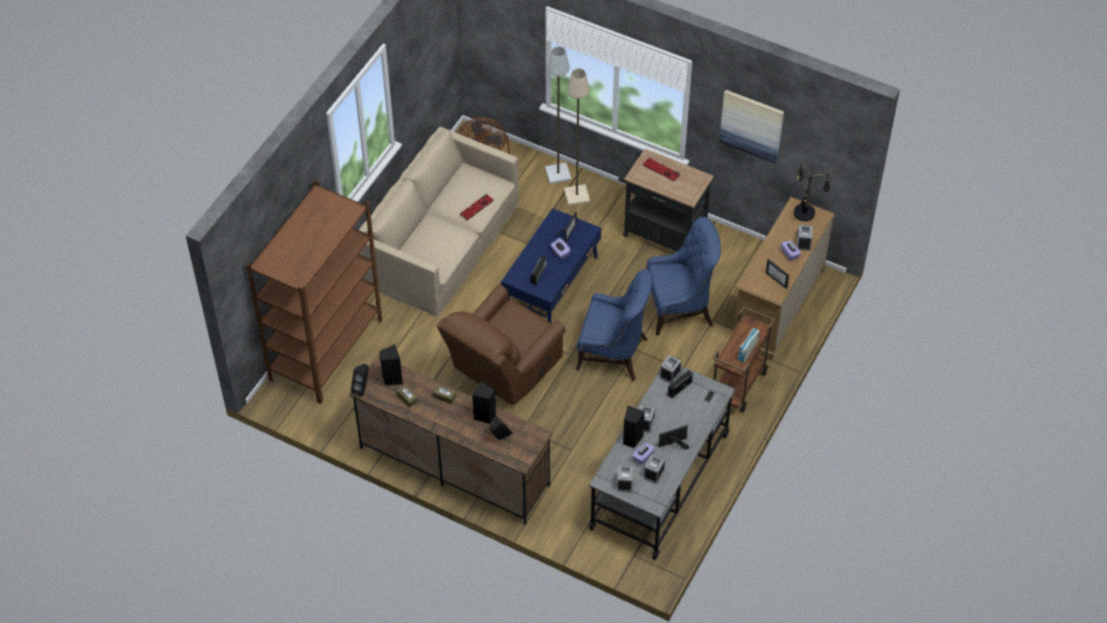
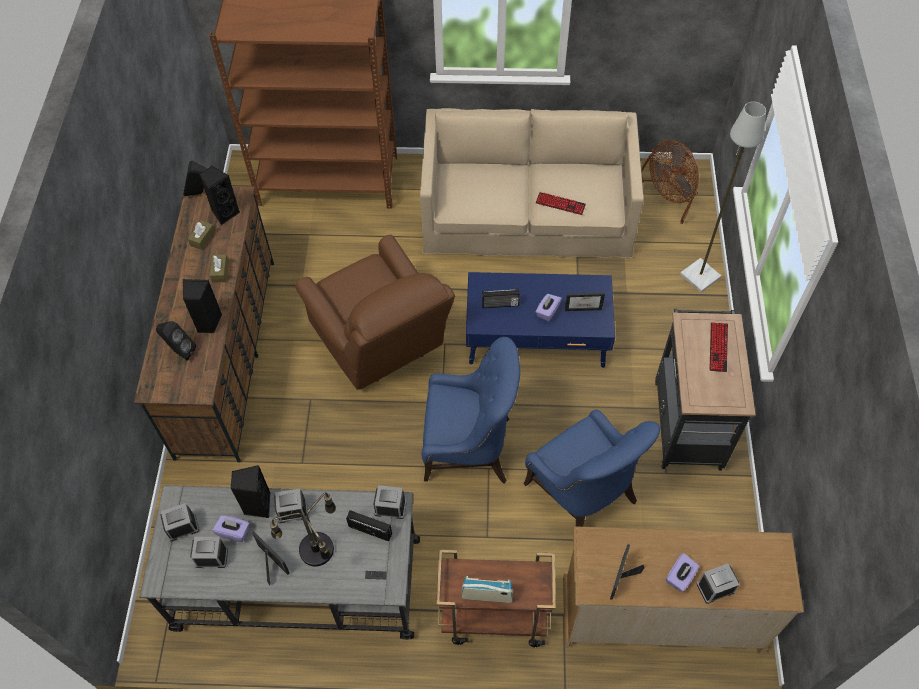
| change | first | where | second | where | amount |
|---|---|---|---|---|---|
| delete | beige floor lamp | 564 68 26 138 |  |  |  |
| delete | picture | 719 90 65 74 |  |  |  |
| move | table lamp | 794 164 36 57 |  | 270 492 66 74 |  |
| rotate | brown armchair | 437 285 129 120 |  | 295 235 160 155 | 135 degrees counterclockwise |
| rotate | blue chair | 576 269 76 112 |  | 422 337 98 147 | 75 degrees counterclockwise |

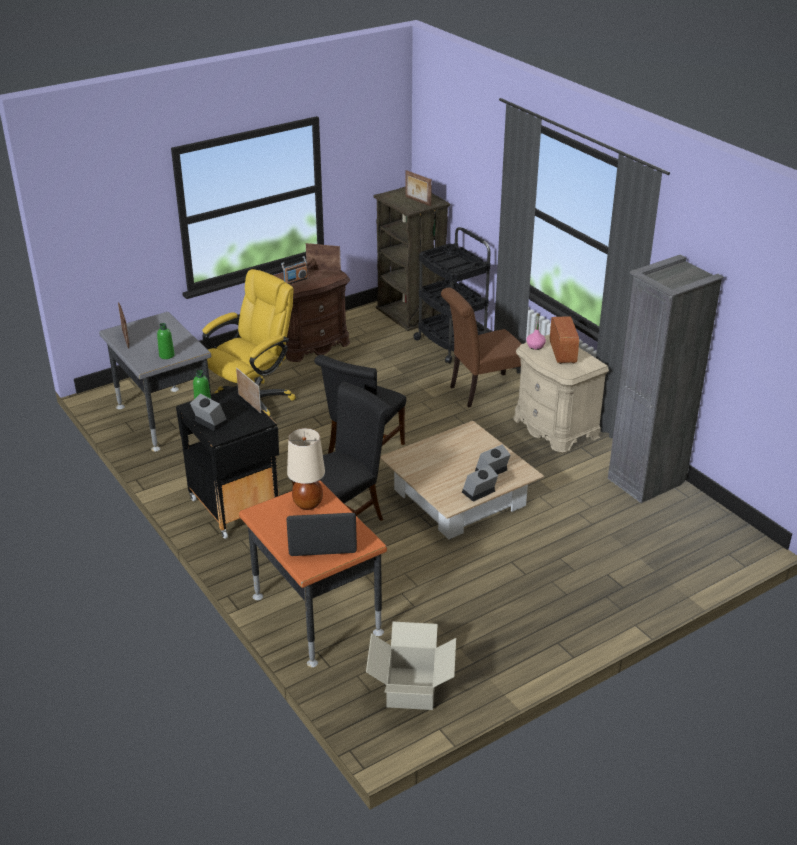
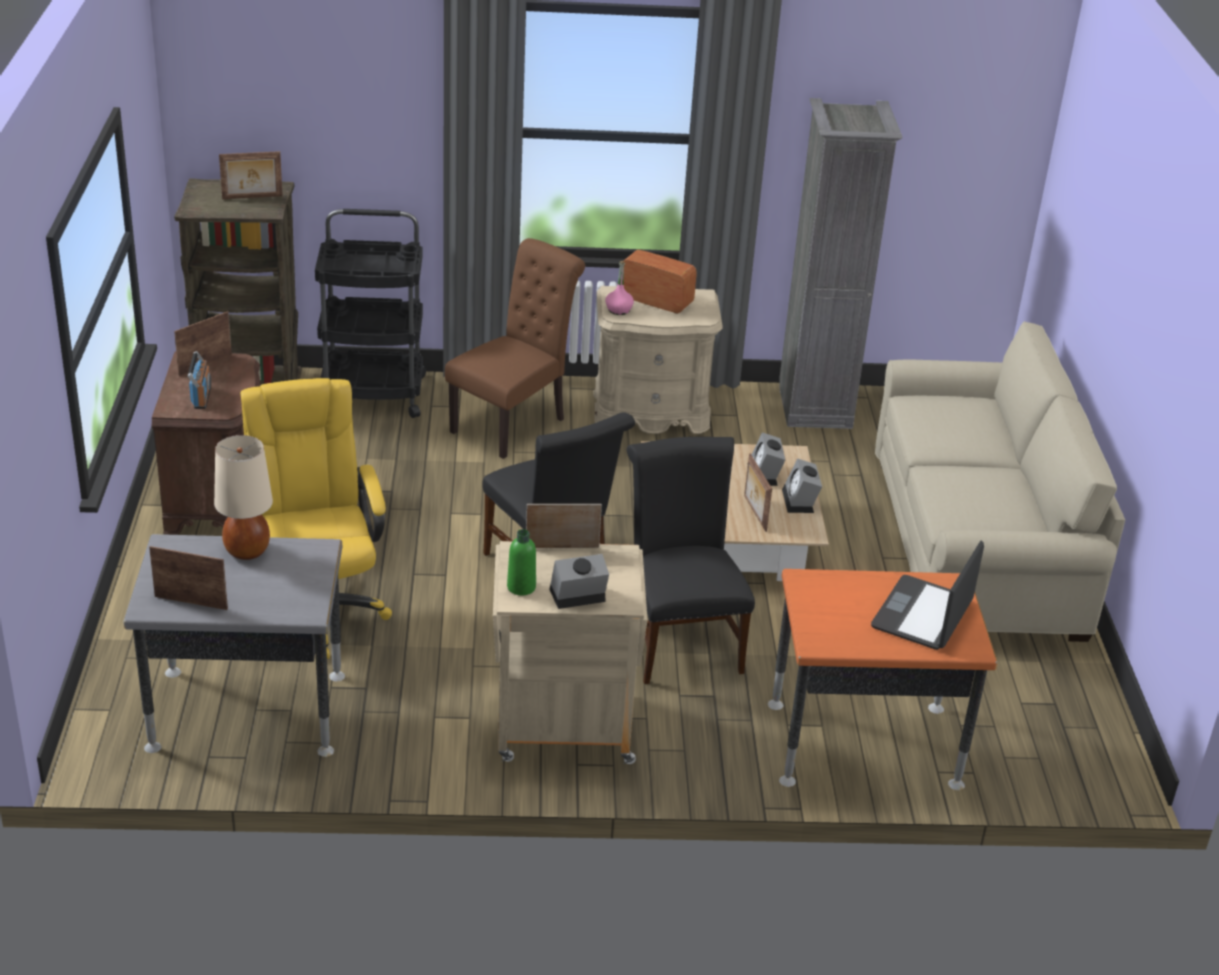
| change | first | where | second | where | amount |
|---|---|---|---|---|---|
| delete | green bottle | 157 323 18 36 |  |  |  |
| delete | cardboard box | 366 622 90 88 |  |  |  |
| insert |  |  | picture frame | 744 454 28 78 |  |
| insert |  |  | beige sofa | 875 321 250 321 |  |
| move | beige table lamp | 287 428 38 82 |  | 214 435 59 125 |  |
| recolor | black cart | 176 386 103 153 | beige cart | 493 541 154 223 |  |
| rotate | brown chair | 441 287 80 121 |  | 445 238 140 221 | 150 degrees counterclockwise |

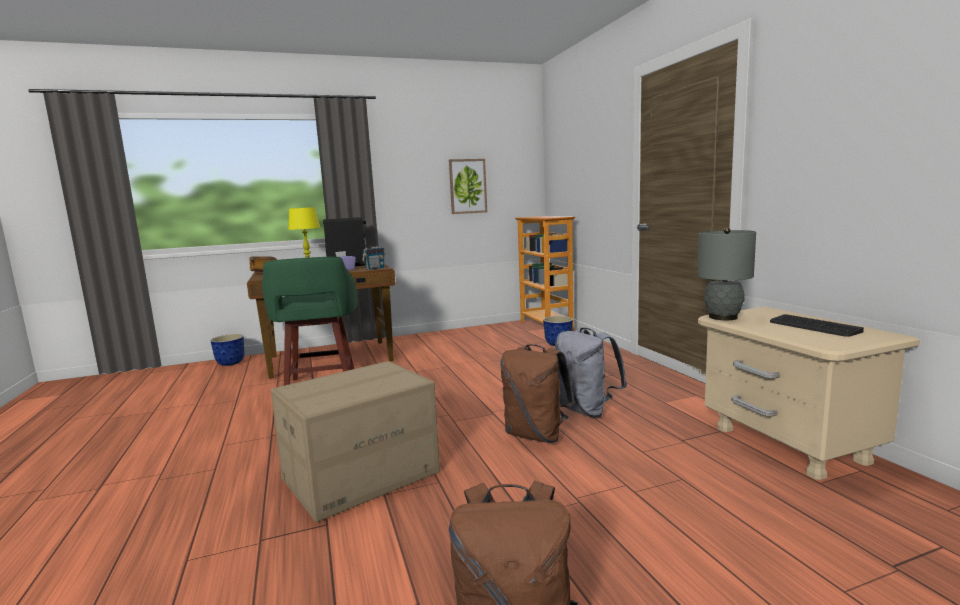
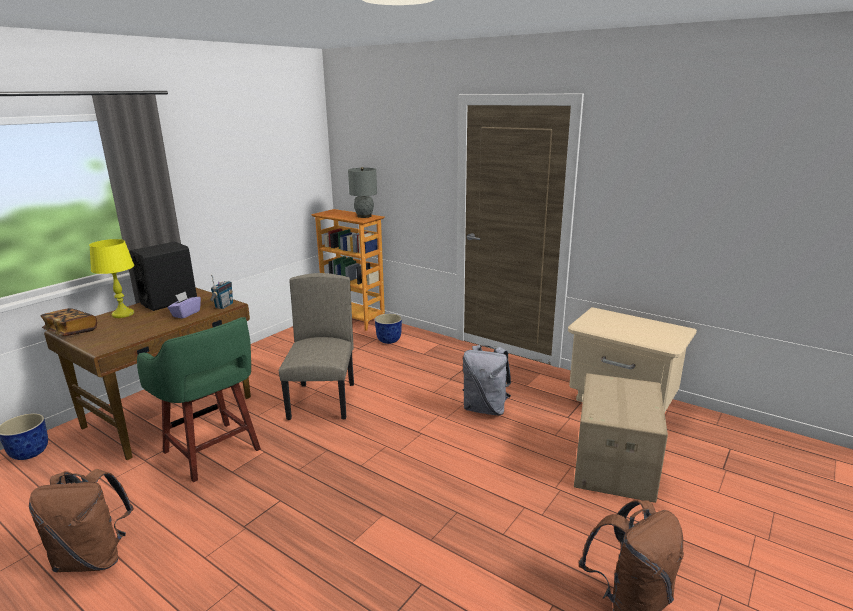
| change | first | where | second | where | amount |
|---|---|---|---|---|---|
| delete | picture | 449 159 38 55 |  |  |  |
| delete | keyboard | 770 314 94 23 |  |  |  |
| insert |  |  | beige chair | 279 273 75 147 |  |
| move | cardboard box | 271 361 169 161 |  | 574 373 94 130 |  |
| move | brown backpack | 500 344 75 99 |  | 29 469 105 104 |  |
| move | grey table lamp | 697 228 59 92 |  | 348 167 29 51 |  |

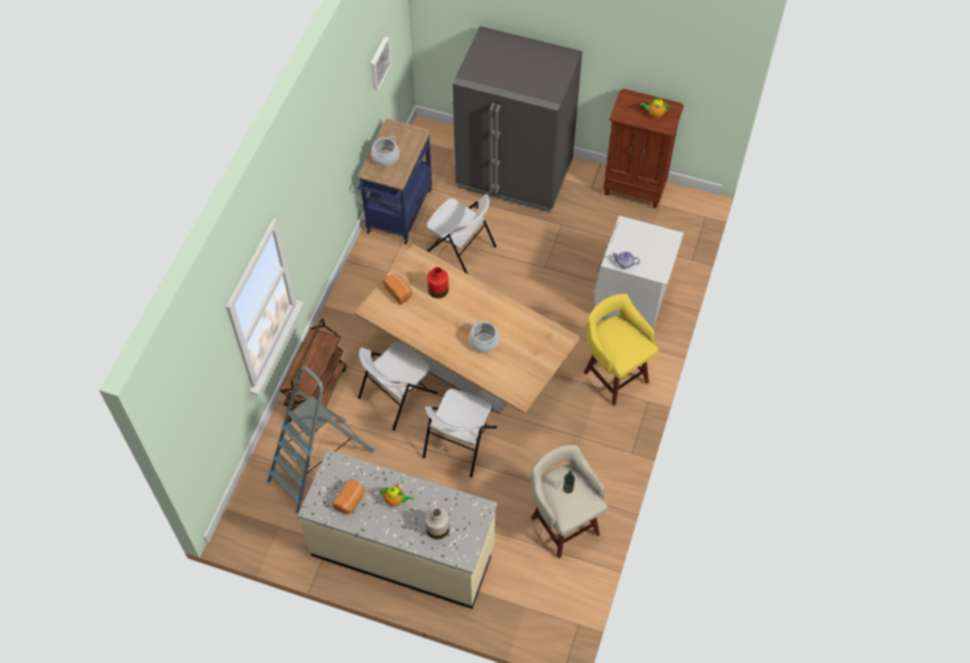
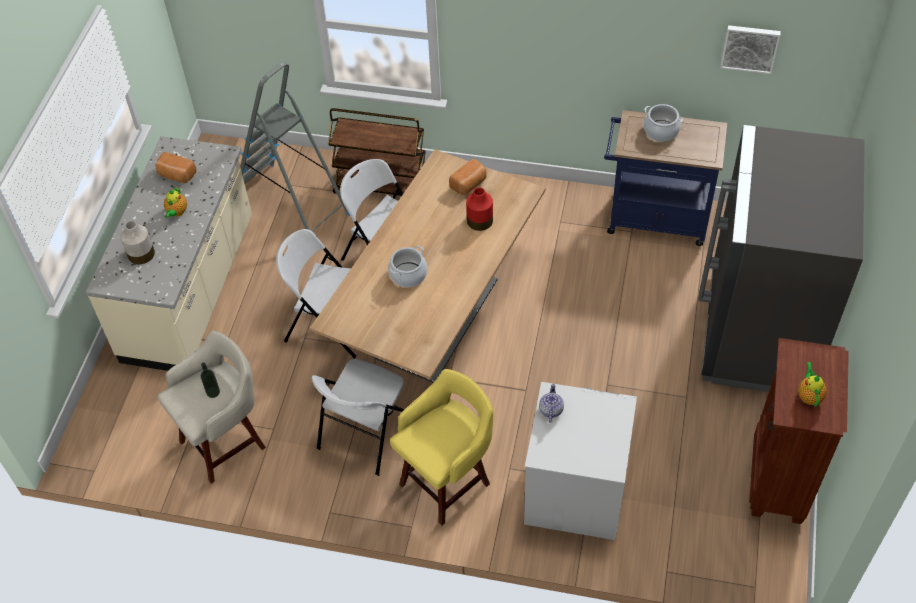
| change | first | where | second | where | amount |
|---|---|---|---|---|---|
| move | white chair | 427 194 69 80 |  | 312 359 92 117 |  |

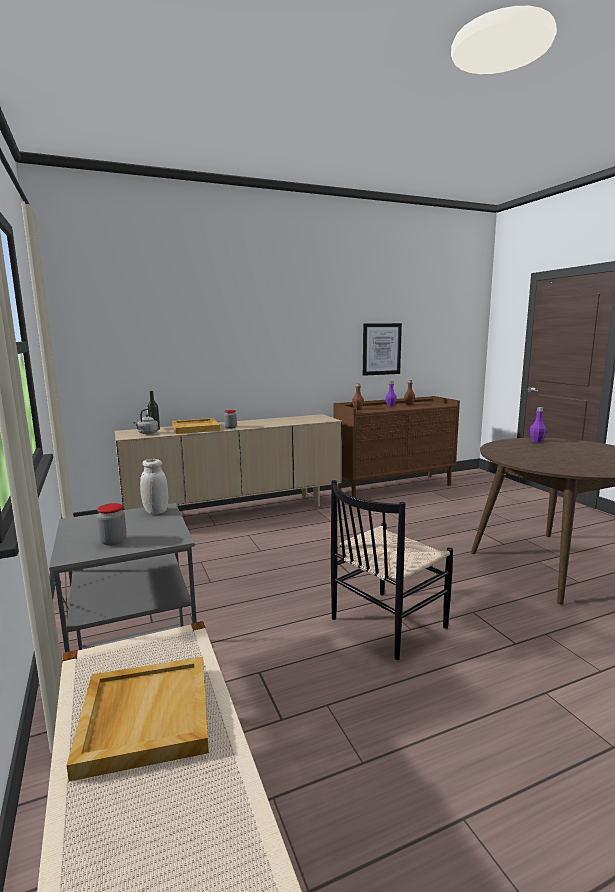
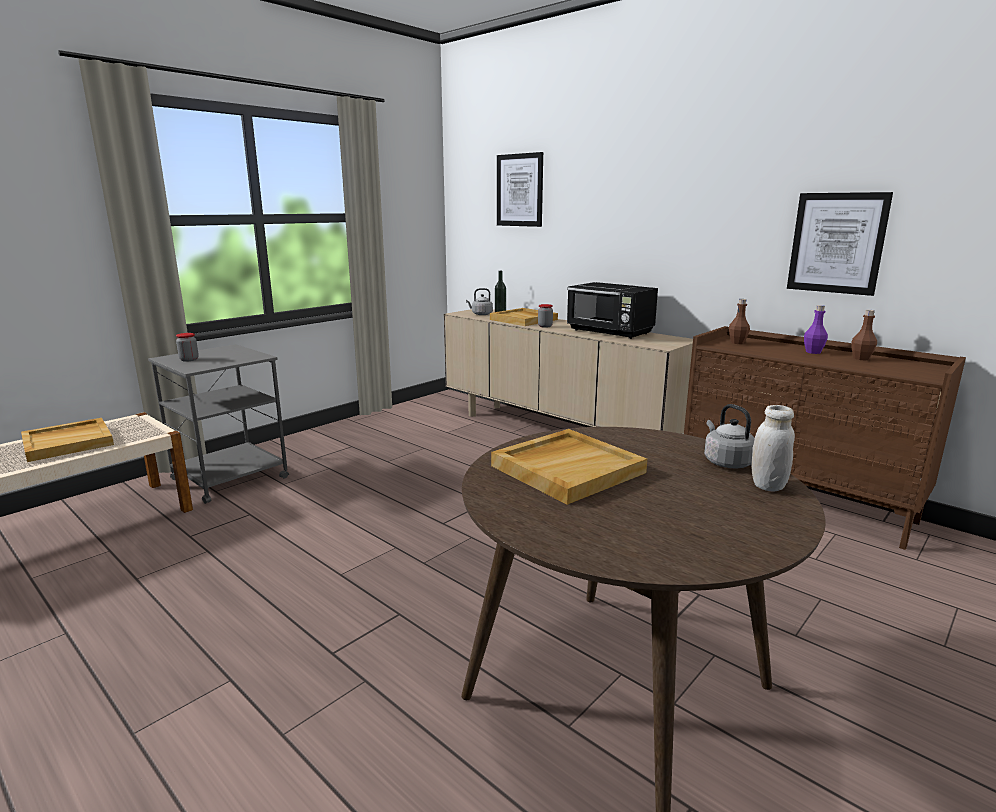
| change | first | where | second | where | amount |
|---|---|---|---|---|---|
| delete | black chair | 331 480 122 180 |  |  |  |
| insert |  |  | beige tray | 491 429 156 76 |  |
| insert |  |  | picture | 497 152 46 75 |  |
| insert |  |  | black microwave | 567 282 91 57 |  |
| move | white jar | 140 459 29 55 |  | 751 405 44 87 |  |
| replace | purple bottle | 530 407 17 36 | grey kettle | 704 404 51 64 |  |

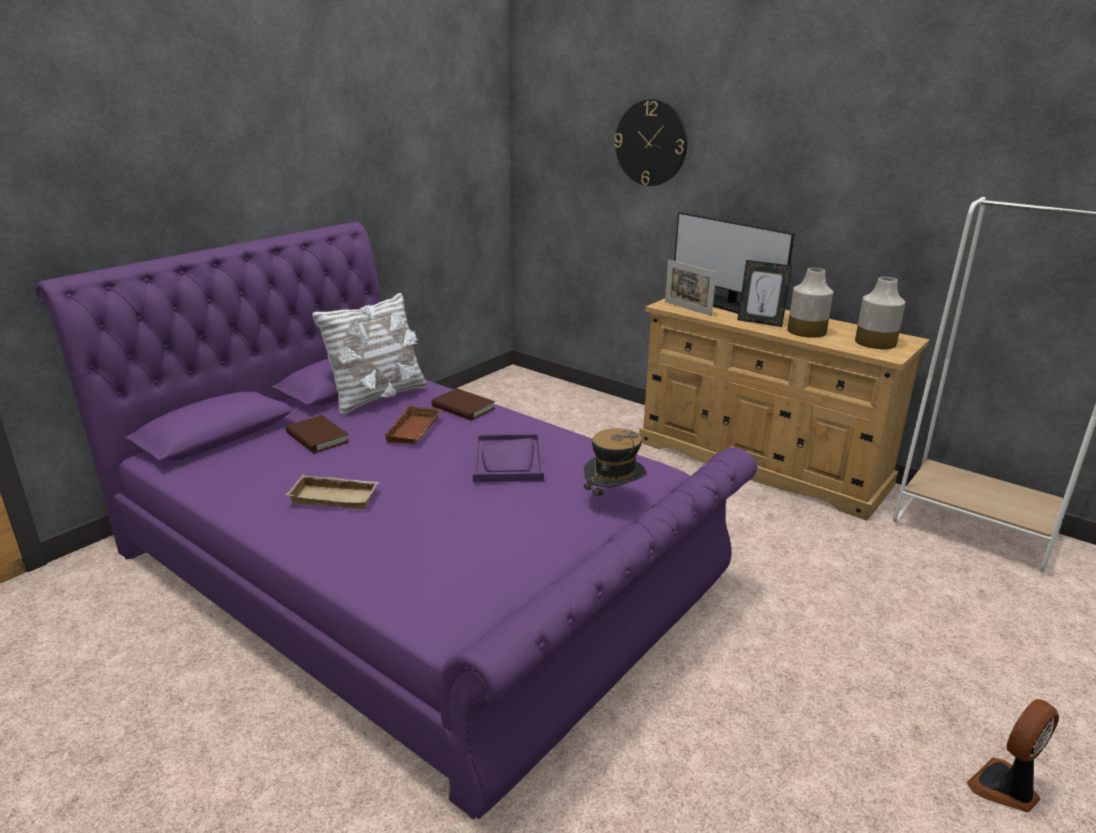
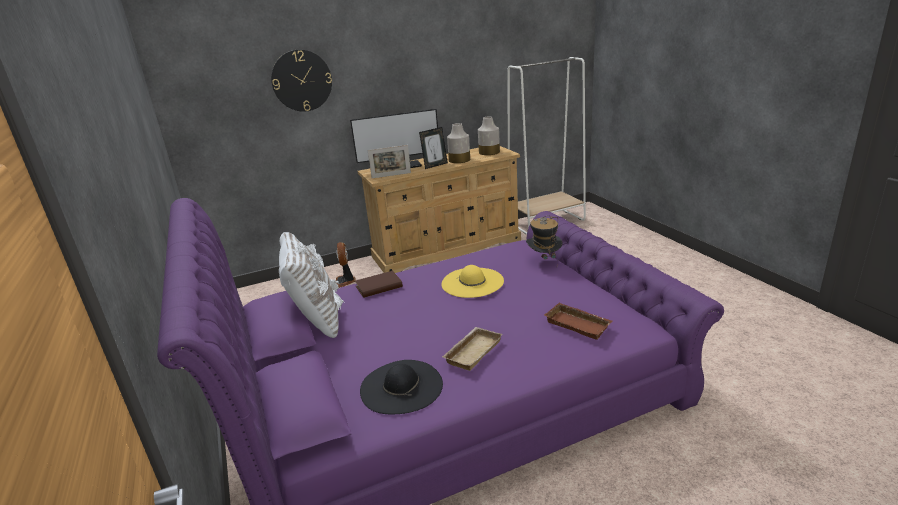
| change | first | where | second | where | amount |
|---|---|---|---|---|---|
| delete | brown book | 286 415 63 38 |  |  |  |
| insert |  |  | black hat | 360 360 83 54 |  |
| move | brown tray | 383 405 59 39 |  | 544 303 68 37 |  |
| move | fan | 967 699 92 113 |  | 336 242 19 46 |  |
| replace | purple tray | 473 433 71 49 | yellow hat | 442 265 62 33 |  |

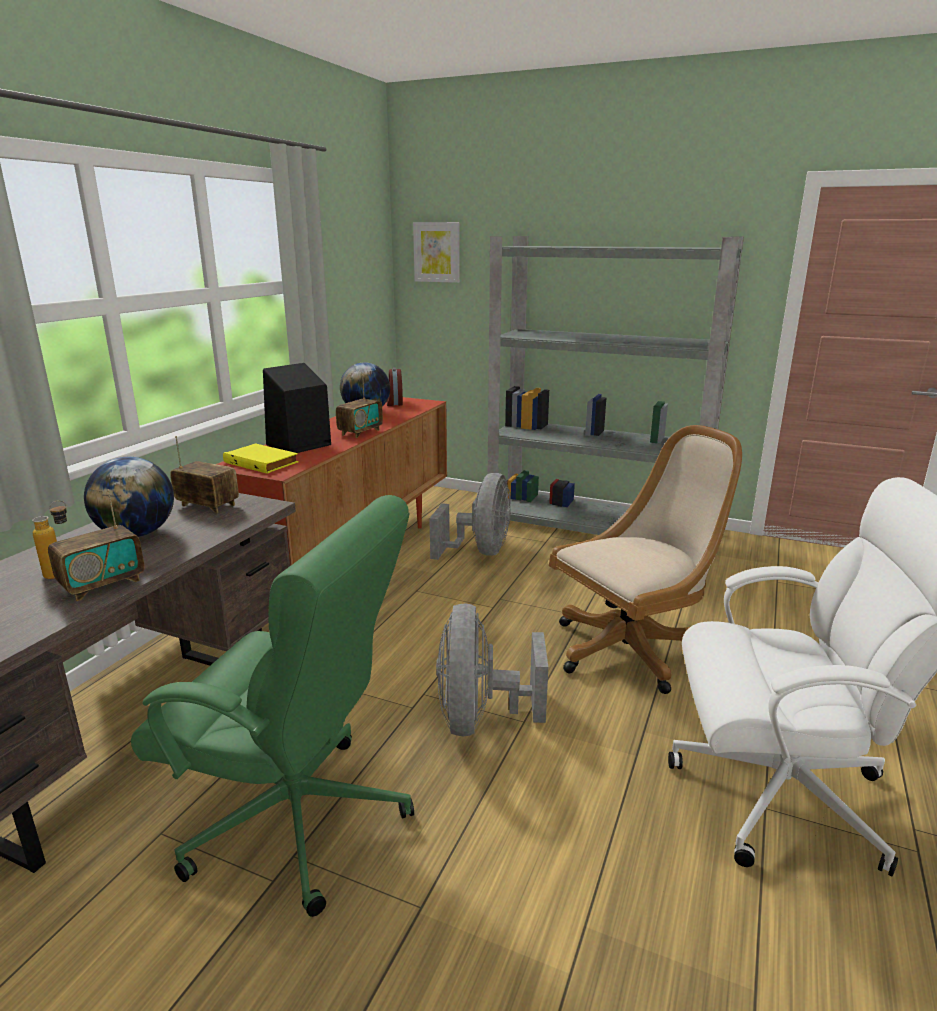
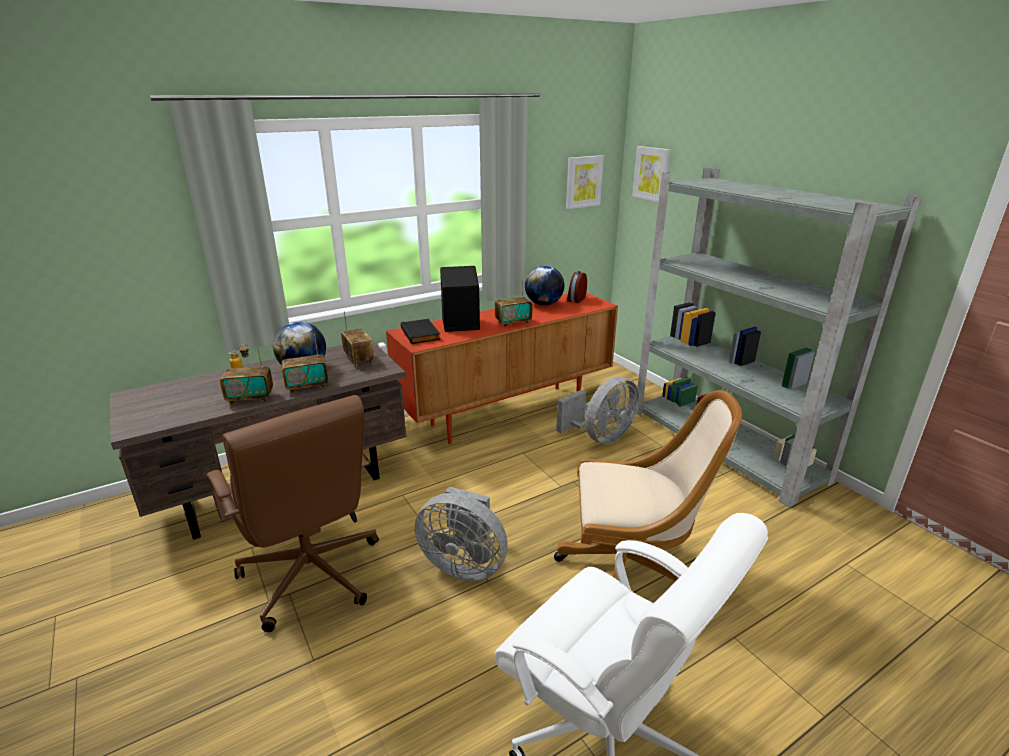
| change | first | where | second | where | amount |
|---|---|---|---|---|---|
| insert |  |  | radio | 282 334 46 60 |  |
| insert |  |  | picture | 566 155 38 54 |  |
| recolor | green office chair | 131 495 283 422 | brown office chair | 206 395 173 237 |  |
| recolor | yellow book | 223 443 76 30 | black book | 401 319 40 25 |  |
| rotate | grey fan | 436 603 112 133 |  | 415 487 93 94 | 105 degrees counterclockwise |

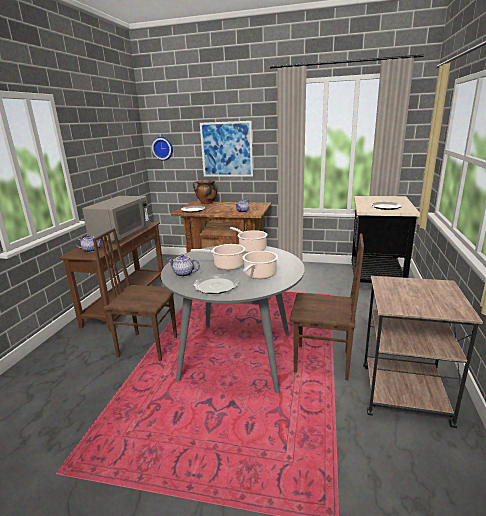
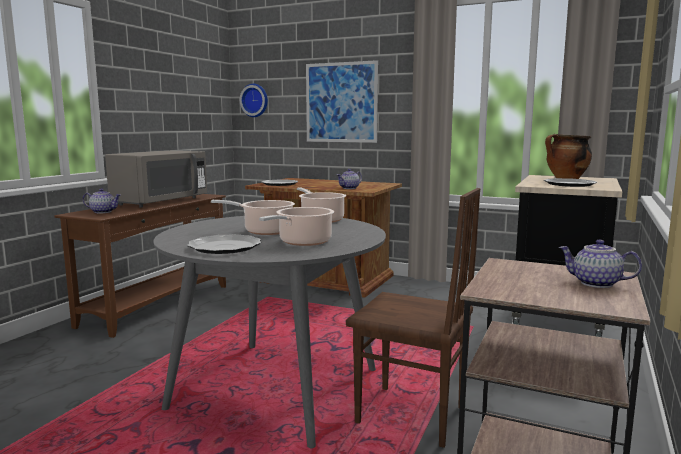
| change | first | where | second | where | amount |
|---|---|---|---|---|---|
| delete | brown chair | 93 228 84 133 |  |  |  |
| move | teapot | 167 254 33 23 |  | 559 240 83 48 |  |
| move | cooking pot | 193 180 24 24 |  | 545 134 47 45 |  |

